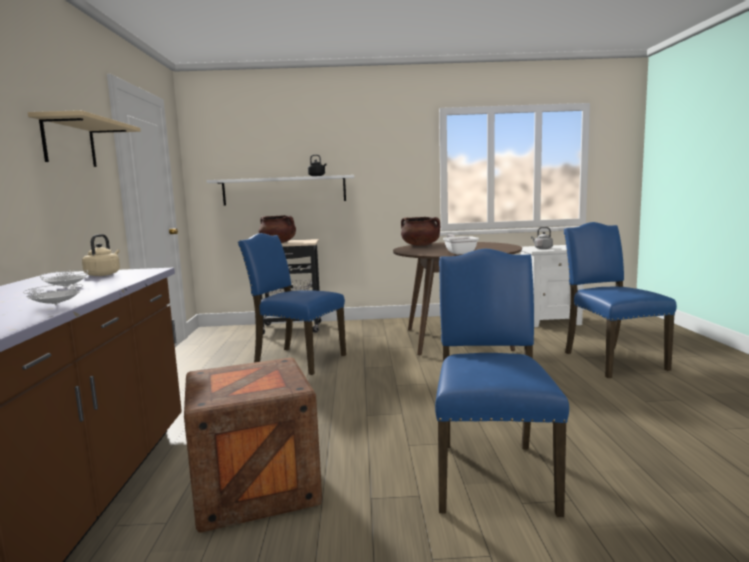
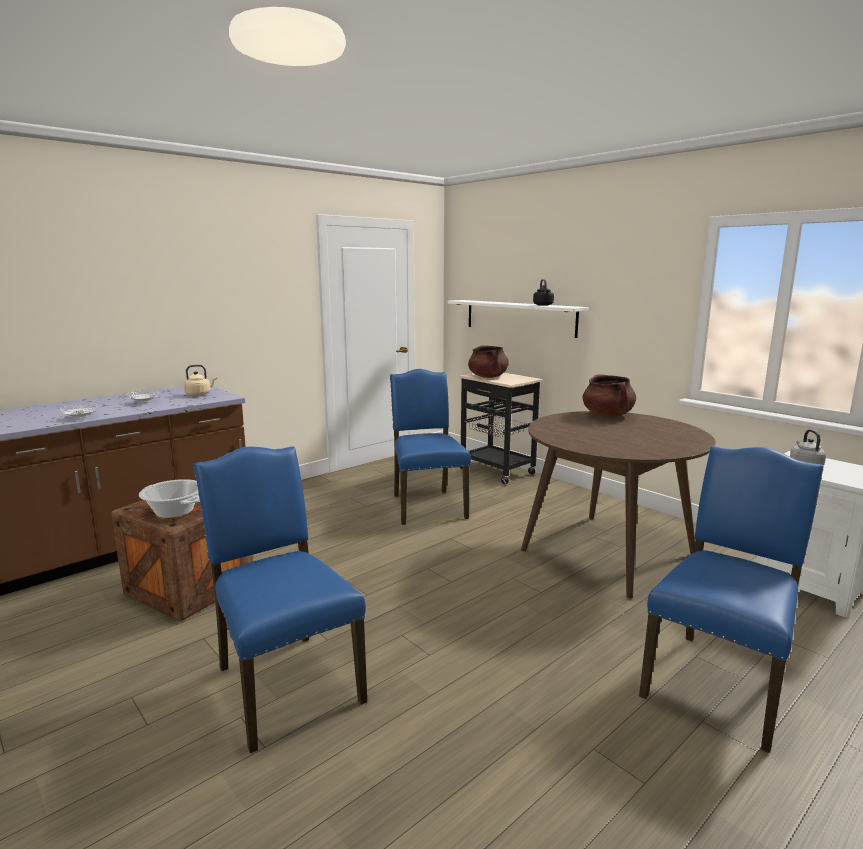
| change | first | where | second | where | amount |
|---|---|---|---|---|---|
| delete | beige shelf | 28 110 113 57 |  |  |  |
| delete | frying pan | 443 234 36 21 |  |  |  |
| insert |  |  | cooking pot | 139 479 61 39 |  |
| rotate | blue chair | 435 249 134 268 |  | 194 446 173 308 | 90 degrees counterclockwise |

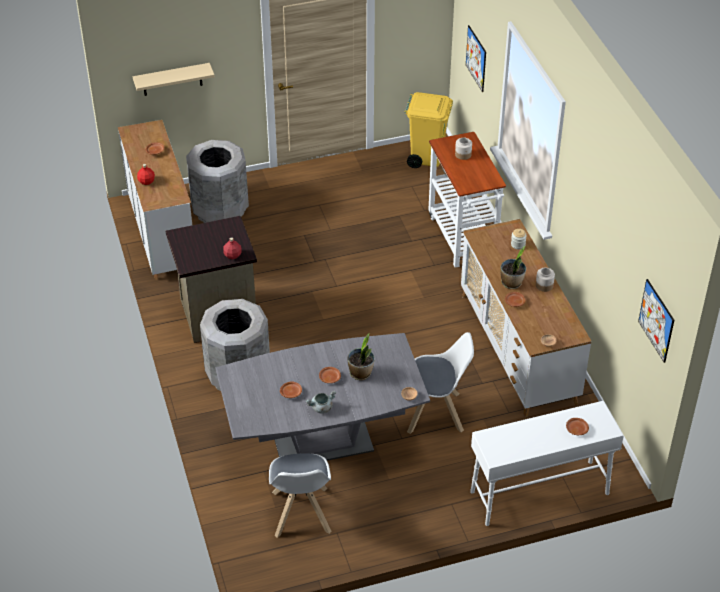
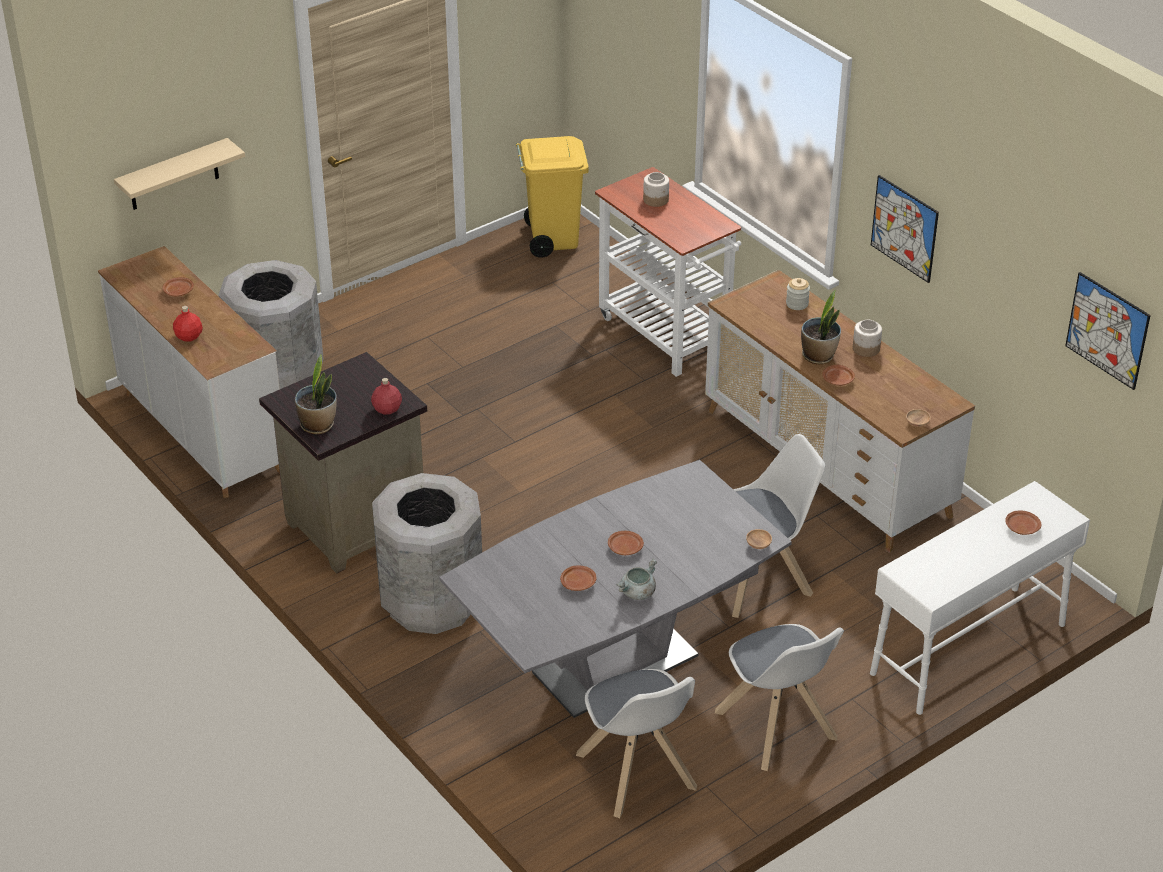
| change | first | where | second | where | amount |
|---|---|---|---|---|---|
| insert |  |  | chair | 715 624 129 147 |  |
| move | potted plant | 348 333 27 47 |  | 295 355 42 79 |  |
| move | picture | 466 25 20 67 |  | 871 175 68 108 |  |

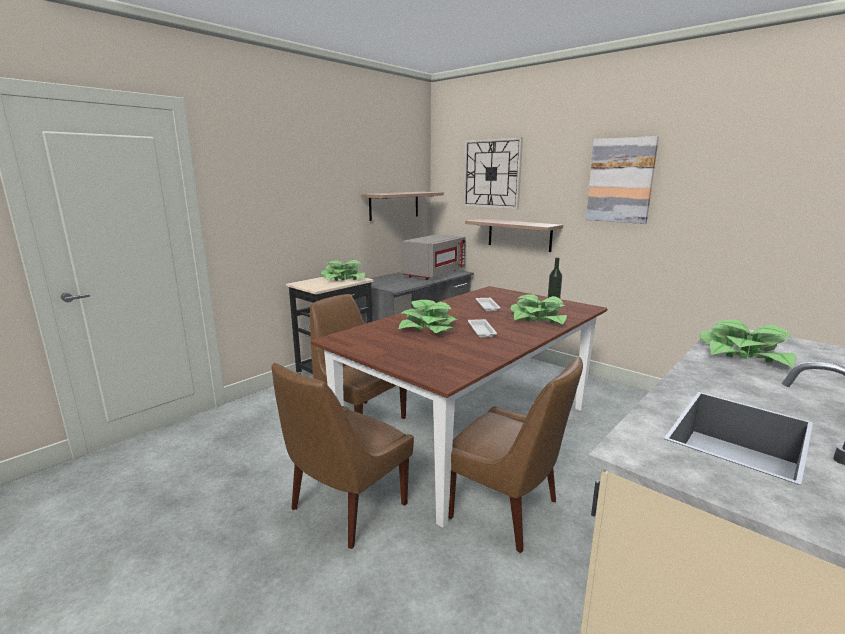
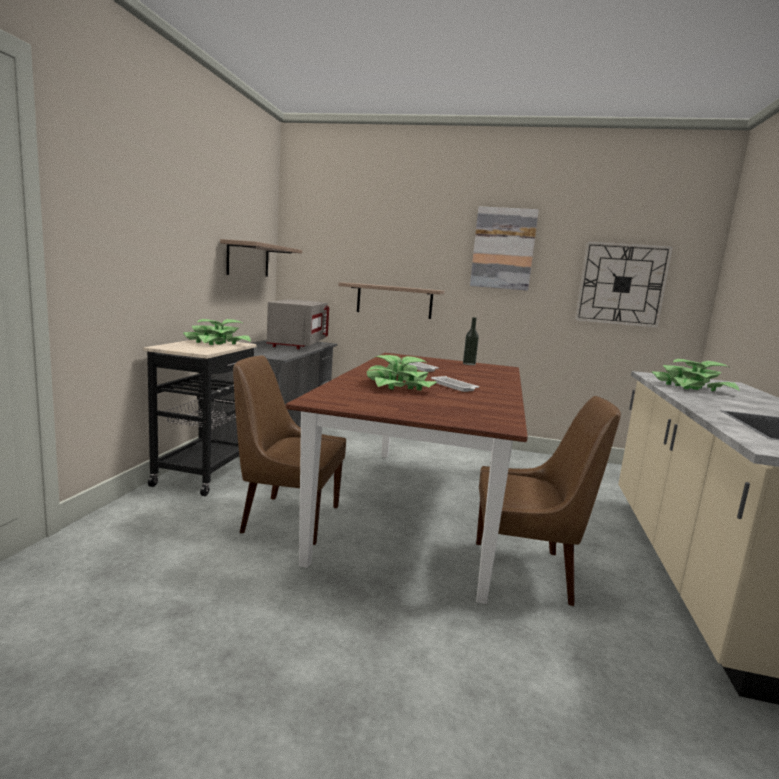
| change | first | where | second | where | amount |
|---|---|---|---|---|---|
| delete | brown chair | 271 363 143 186 |  |  |  |
| delete | potted plant | 510 294 57 30 |  |  |  |
| move | wall clock | 463 137 60 72 |  | 575 241 98 87 |  |

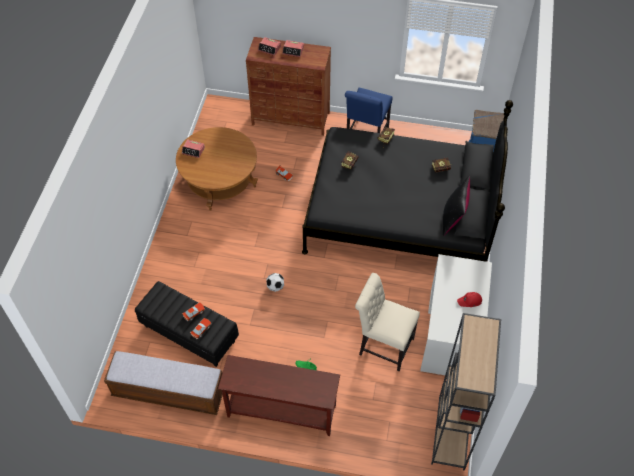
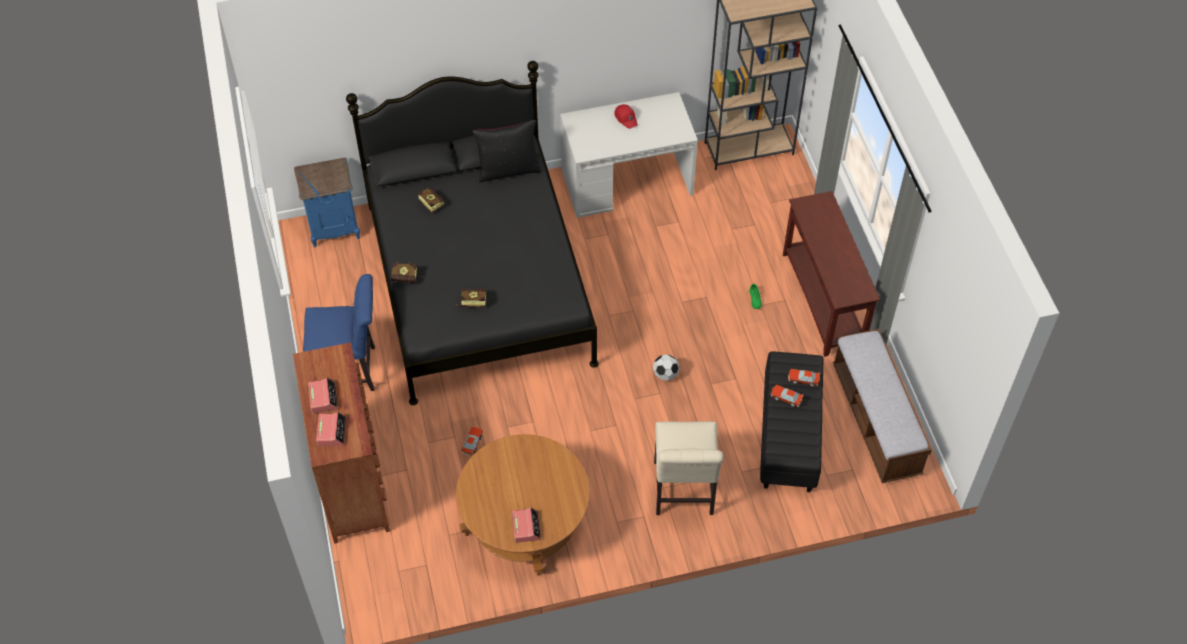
| change | first | where | second | where | amount |
|---|---|---|---|---|---|
| move | beige chair | 355 273 65 98 |  | 654 422 69 93 |  |

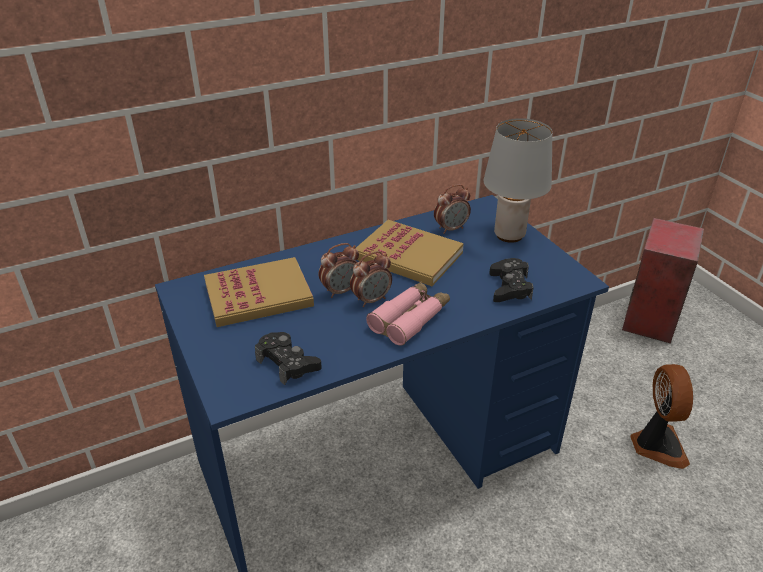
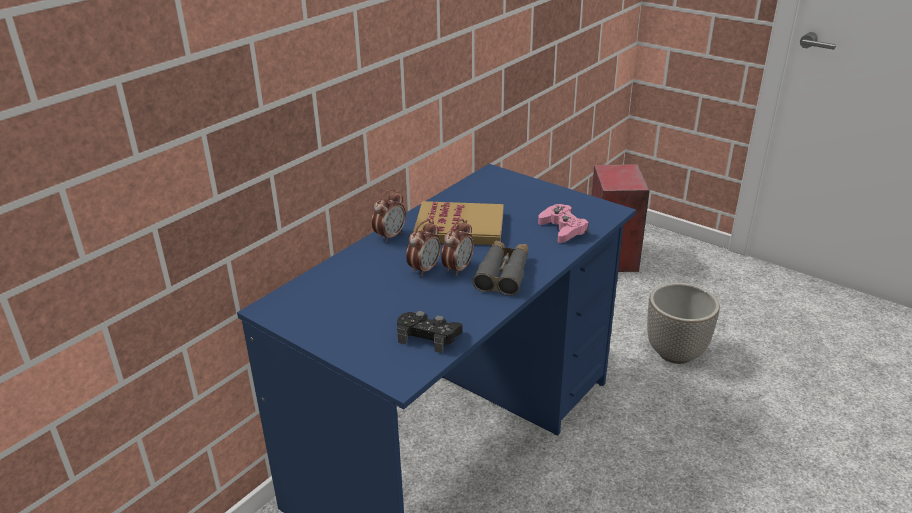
| change | first | where | second | where | amount |
|---|---|---|---|---|---|
| delete | book | 204 257 110 70 |  |  |  |
| delete | grey table lamp | 484 118 69 125 |  |  |  |
| move | alarm clock | 434 184 37 50 |  | 372 189 34 53 |  |
| replace | fan | 630 364 63 105 | planter | 647 282 73 82 |  |
| recolor | pink binoculars | 366 281 84 65 | grey binoculars | 472 240 56 56 |  |
| recolor | black game controller | 489 258 45 44 | pink game controller | 538 204 51 39 |  |

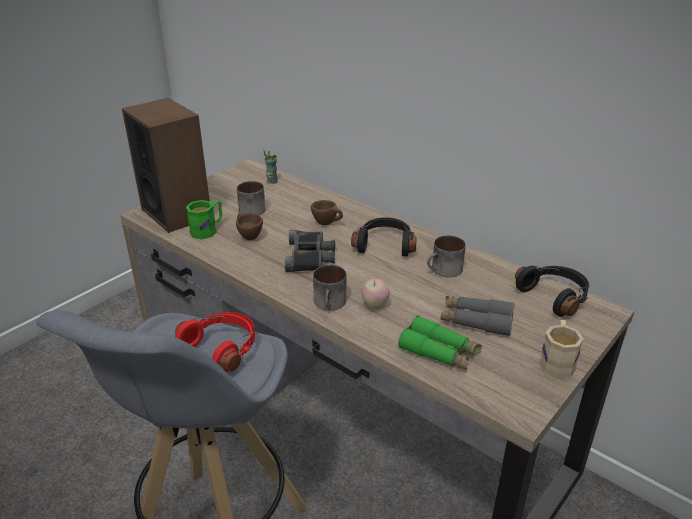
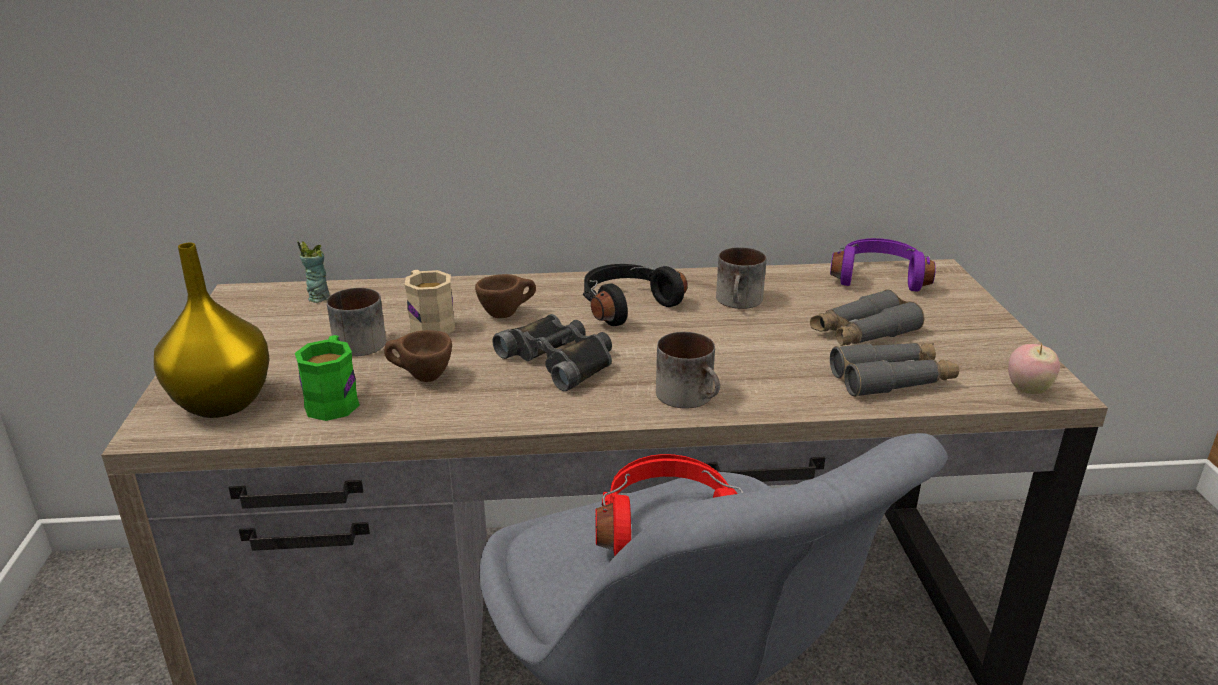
| change | first | where | second | where | amount |
|---|---|---|---|---|---|
| move | apple | 361 279 29 30 |  | 1008 343 52 51 |  |
| move | beige mug | 539 320 45 59 |  | 405 270 50 64 |  |
| replace | speaker | 122 98 88 135 | yellow vase | 154 243 116 175 |  |
| recolor | green binoculars | 398 316 84 54 | grey binoculars | 830 343 129 54 |  |
| recolor | black headphones | 515 265 74 52 | purple headphones | 830 238 106 54 |  |

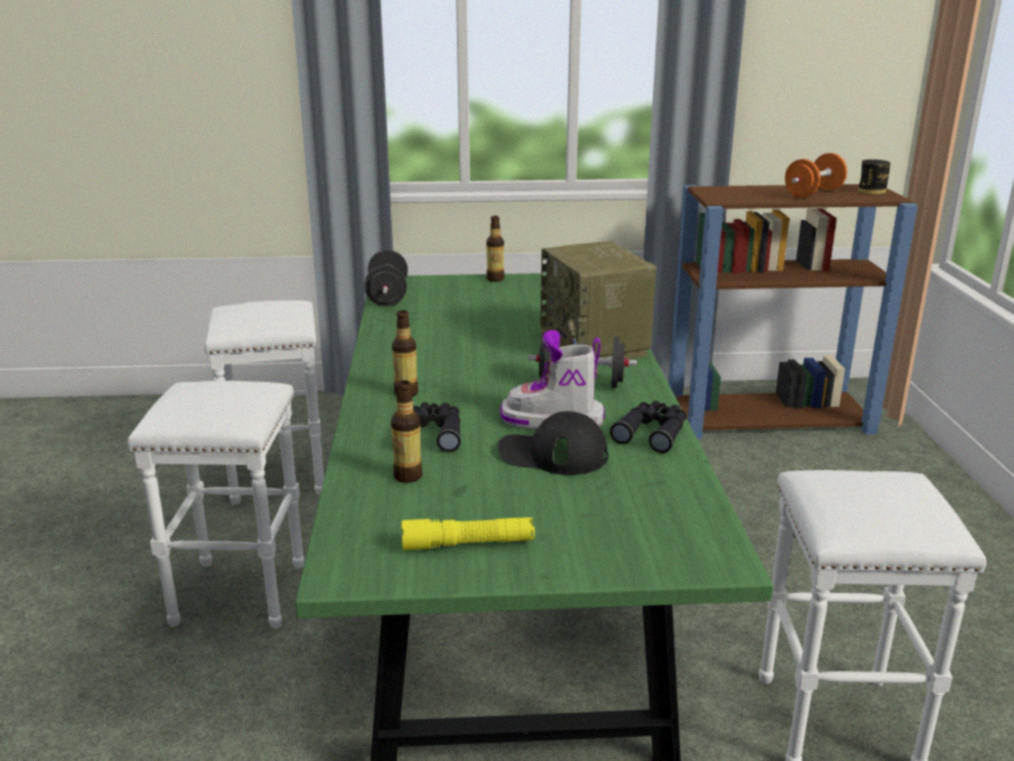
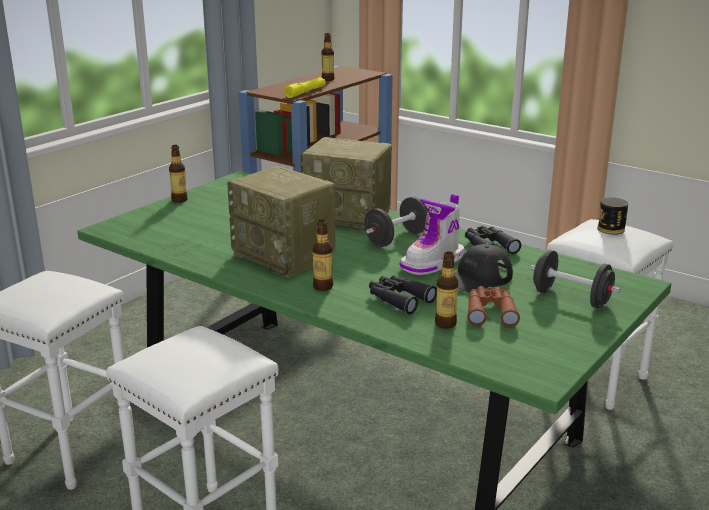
| change | first | where | second | where | amount |
|---|---|---|---|---|---|
| insert |  |  | radio | 227 166 108 112 |  |
| insert |  |  | brown binoculars | 467 286 53 41 |  |
| move | black dumbbell | 365 250 43 56 |  | 530 250 90 58 |  |
| move | yellow flashlight | 402 517 133 33 |  | 284 77 42 21 |  |
| move | can | 858 159 33 36 |  | 597 197 31 37 |  |
| replace | orange dumbbell | 785 153 62 45 | bottle | 321 33 13 48 |  |

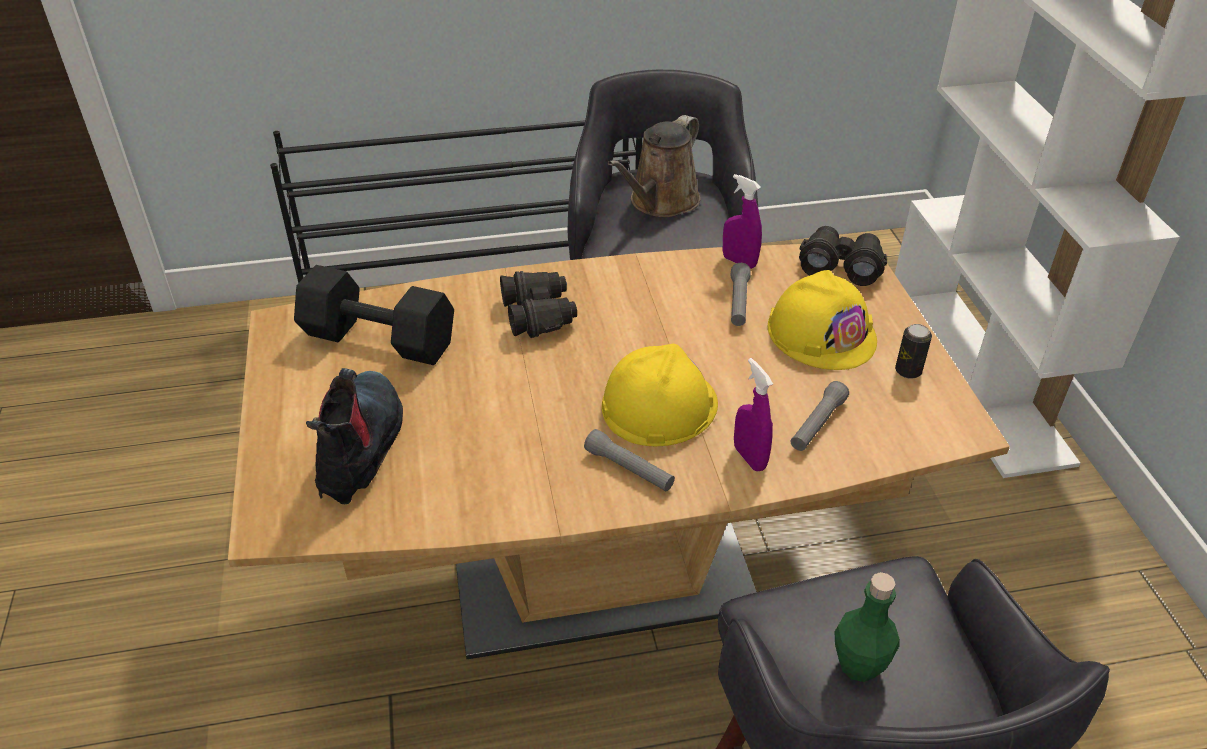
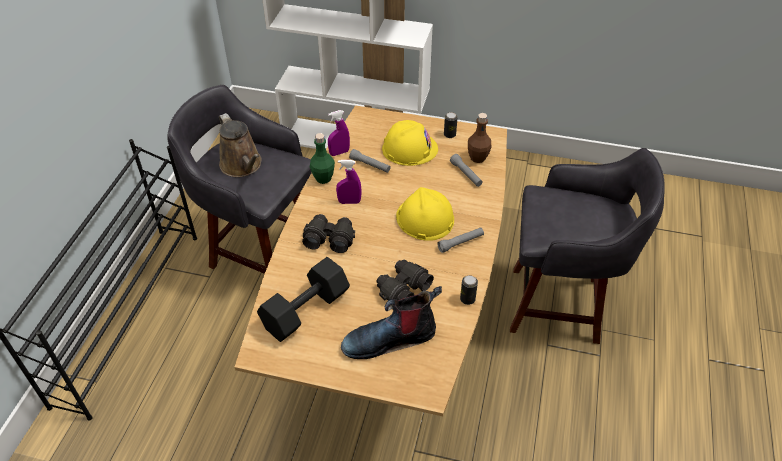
| change | first | where | second | where | amount |
|---|---|---|---|---|---|
| insert |  |  | can | 460 275 18 30 |  |
| insert |  |  | brown bottle | 468 113 23 50 |  |
| move | purple spray bottle | 734 358 39 114 |  | 336 160 25 44 |  |
| move | black binoculars | 799 226 88 60 |  | 376 260 58 40 |  |
| move | green bottle | 834 572 66 110 |  | 310 133 25 51 |  |
| rotate | boot | 306 368 97 136 |  | 341 286 101 73 | 45 degrees counterclockwise |

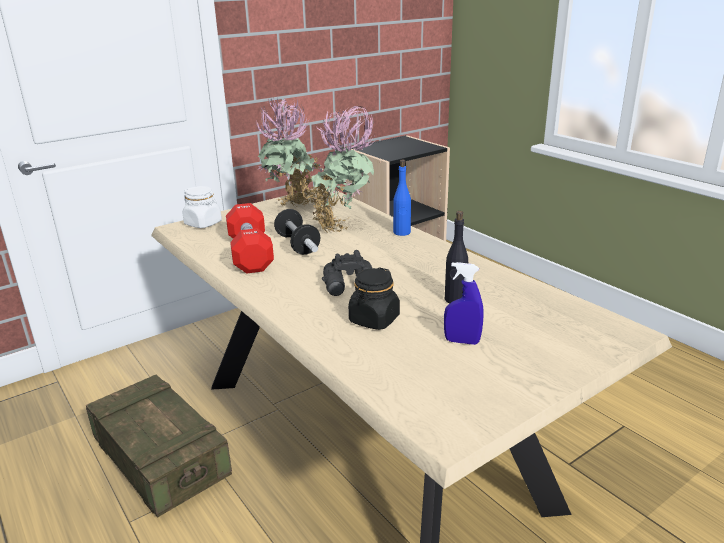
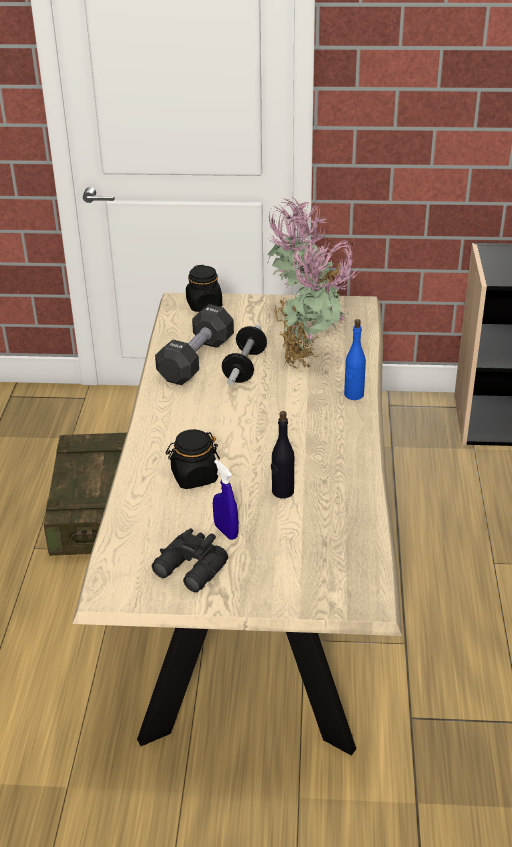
| change | first | where | second | where | amount |
|---|---|---|---|---|---|
| move | black binoculars | 322 250 50 46 |  | 152 528 76 64 |  |
| recolor | white jar | 183 186 39 42 | black jar | 186 265 36 47 |  |
| recolor | red dumbbell | 226 203 48 70 | black dumbbell | 155 304 79 81 |  |

